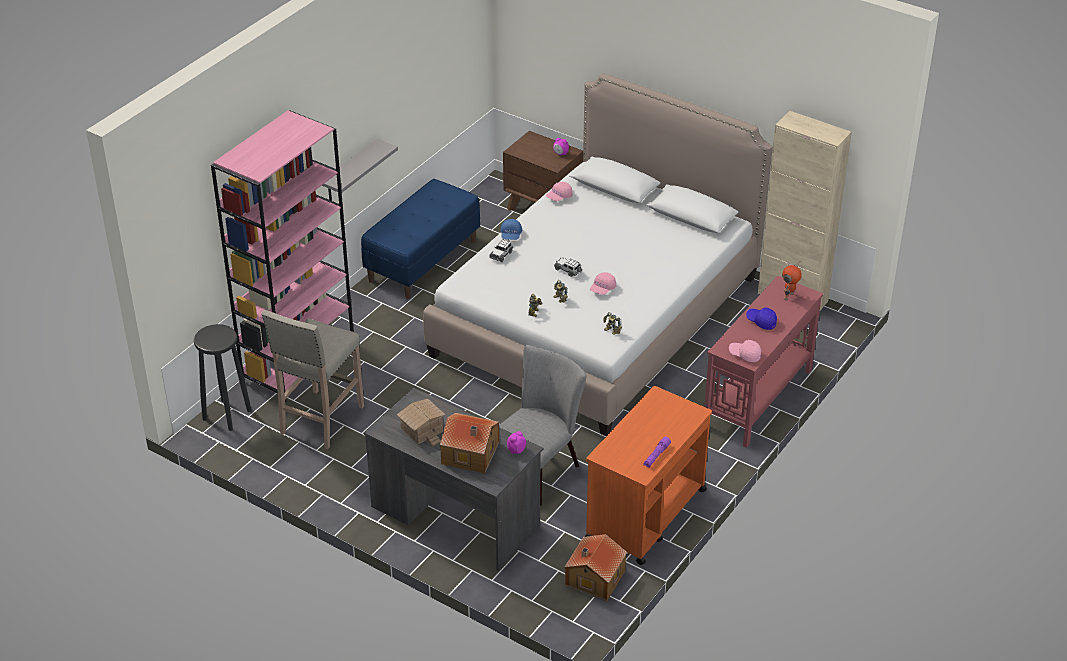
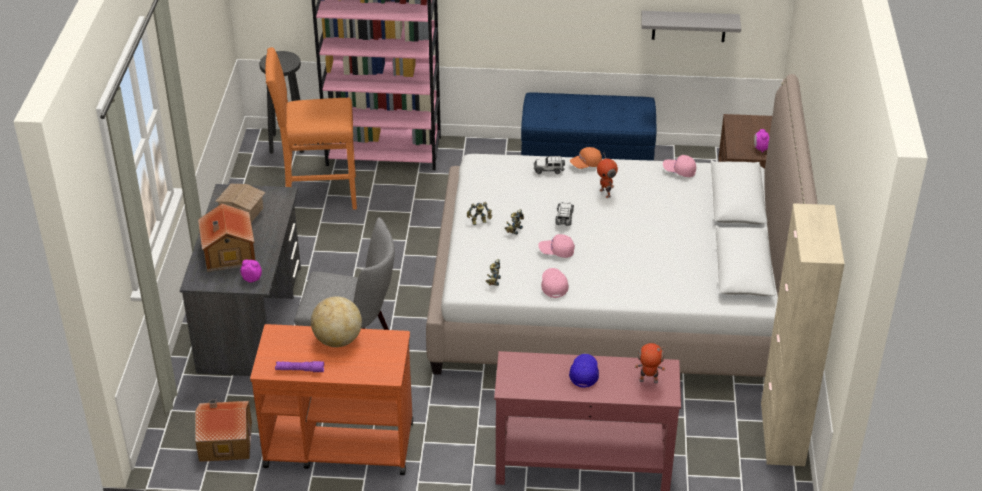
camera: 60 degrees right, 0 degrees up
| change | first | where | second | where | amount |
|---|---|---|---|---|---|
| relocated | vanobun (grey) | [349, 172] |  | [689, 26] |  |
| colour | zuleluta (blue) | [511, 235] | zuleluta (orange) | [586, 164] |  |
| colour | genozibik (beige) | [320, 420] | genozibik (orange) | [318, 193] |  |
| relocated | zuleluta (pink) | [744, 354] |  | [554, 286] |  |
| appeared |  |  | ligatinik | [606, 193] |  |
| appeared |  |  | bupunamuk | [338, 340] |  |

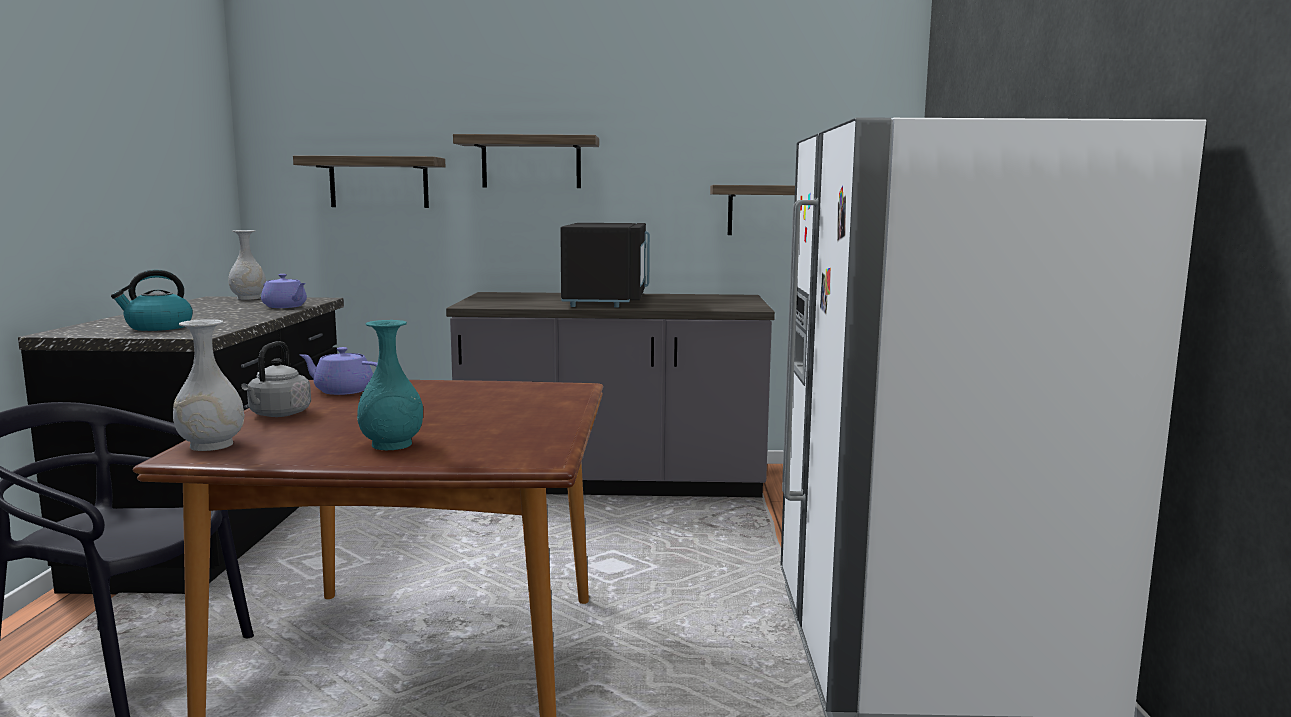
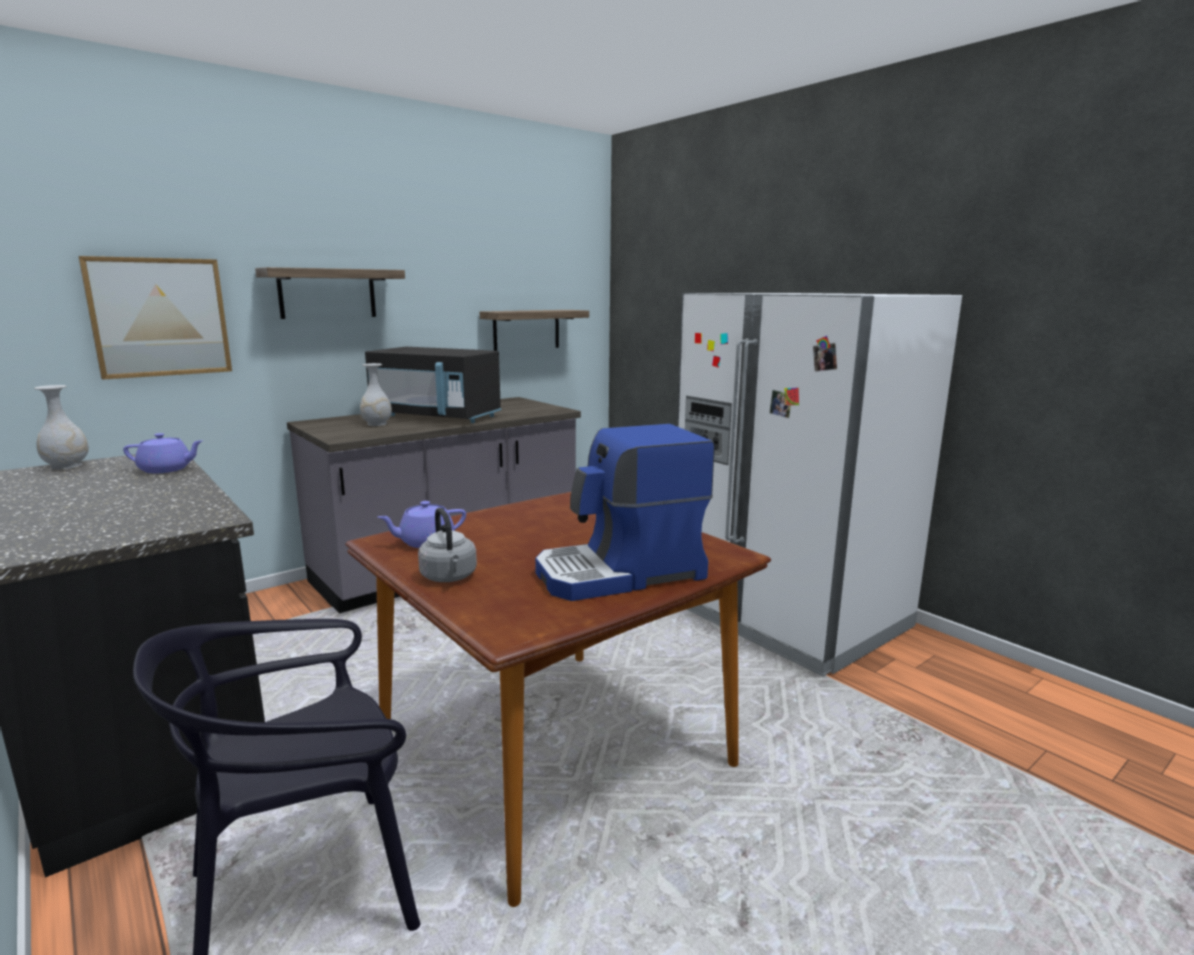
camera: 40 degrees left, 5 degrees up
| change | first | where | second | where | amount |
|---|---|---|---|---|---|
| exchanged | vanobun | [379, 182] | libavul | [159, 317] |  |
| spun | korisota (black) | [606, 300] |  | [436, 416] | 150 degrees clockwise |
| missing | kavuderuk | [158, 327] |  |  |  |
| relocated | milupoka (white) | [211, 445] |  | [376, 424] |  |
| exchanged | milupoka (turquoise) | [392, 445] | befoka | [621, 573] |  |

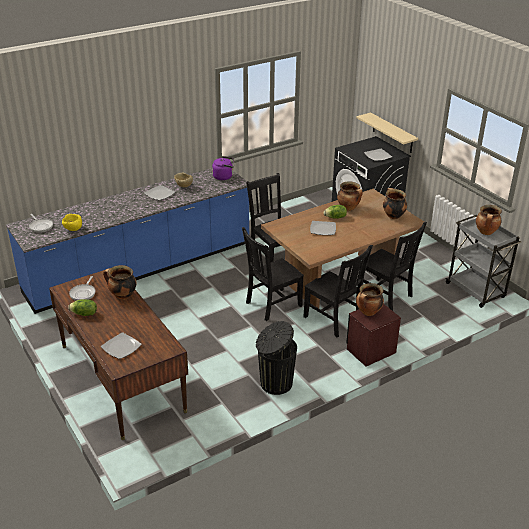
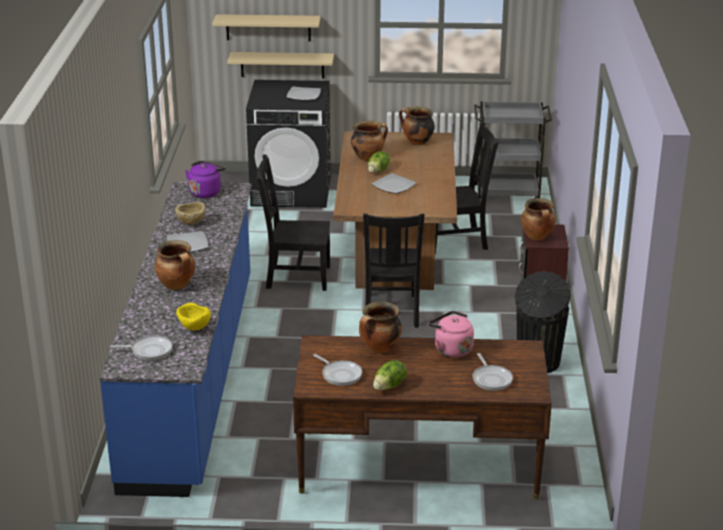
camera: 55 degrees left, 5 degrees down
| change | first | where | second | where | amount |
|---|---|---|---|---|---|
| relocated | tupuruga | [486, 232] |  | [177, 285] |  |
| missing | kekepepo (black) | [333, 320] |  |  |  |
| exchanged | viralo | [121, 347] | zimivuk | [491, 379] |  |
| appeared |  |  | vanobun (beige) | [268, 27] |  |
| appeared |  |  | kavuderuk (pink) | [451, 349] |  |

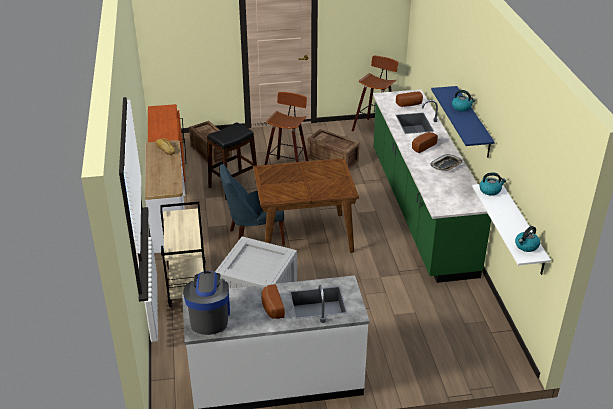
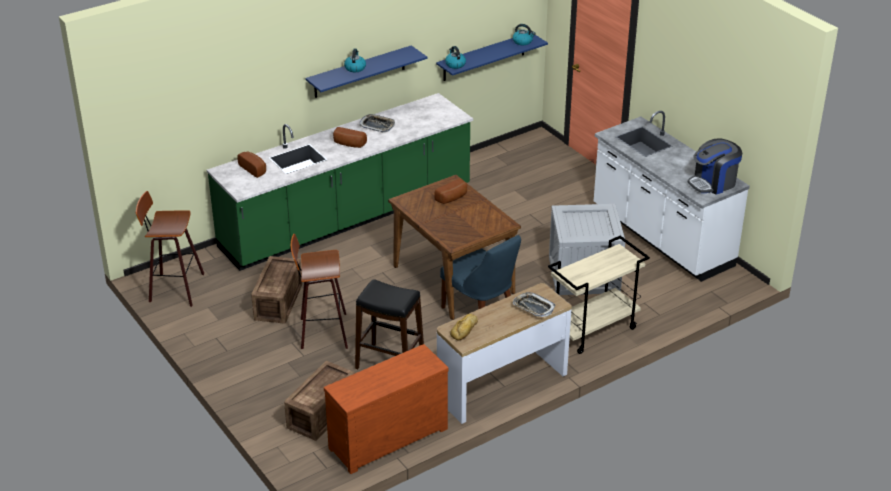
camera: 115 degrees left, 0 degrees up
| change | first | where | second | where | amount |
|---|---|---|---|---|---|
| colour | vanobun (white) | [522, 229] | vanobun (blue) | [484, 57] |  |
| relocated | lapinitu | [271, 308] |  | [452, 198] |  |
| appeared |  |  | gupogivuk | [533, 307] |  |

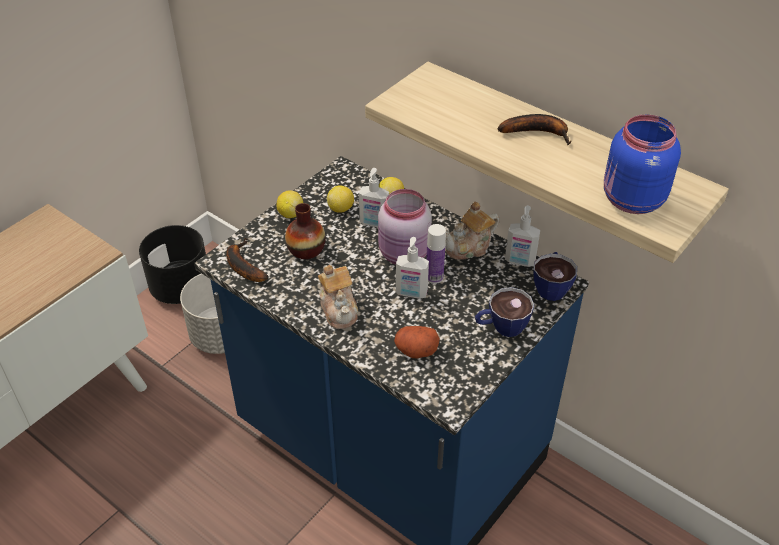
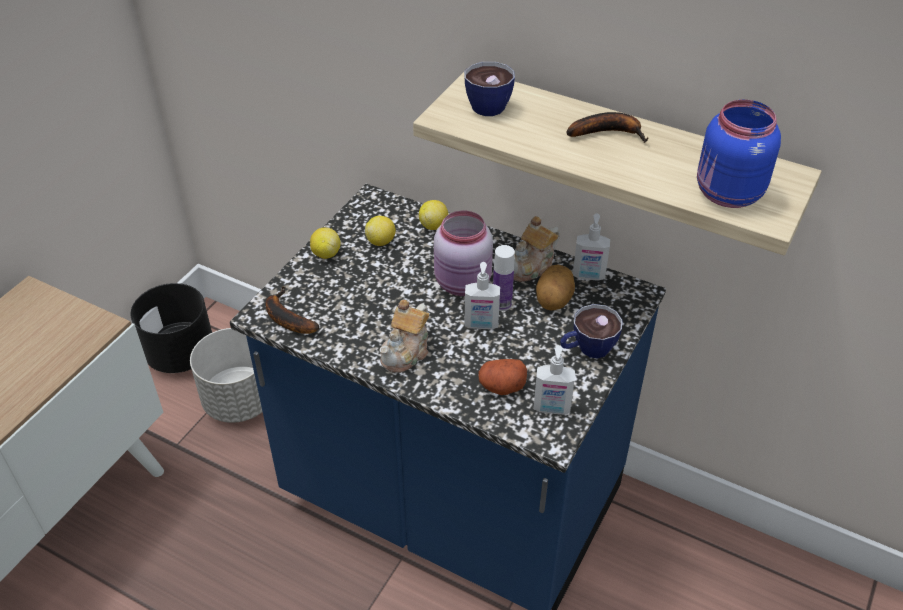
camera: 10 degrees left, 0 degrees up
| change | first | where | second | where | amount |
|---|---|---|---|---|---|
| relocated | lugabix | [374, 223] |  | [551, 408] |  |
| missing | milupoka | [306, 249] |  |  |  |
| relocated | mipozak | [551, 286] |  | [488, 103] |  |
| spun | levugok | [339, 309] |  | [406, 352] | 60 degrees clockwise |
| appeared |  |  | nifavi | [554, 300] |  |

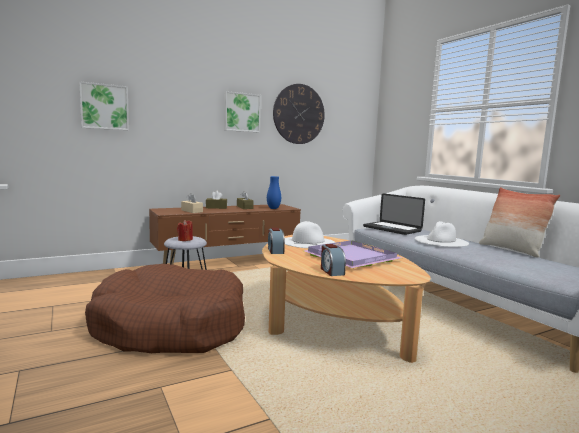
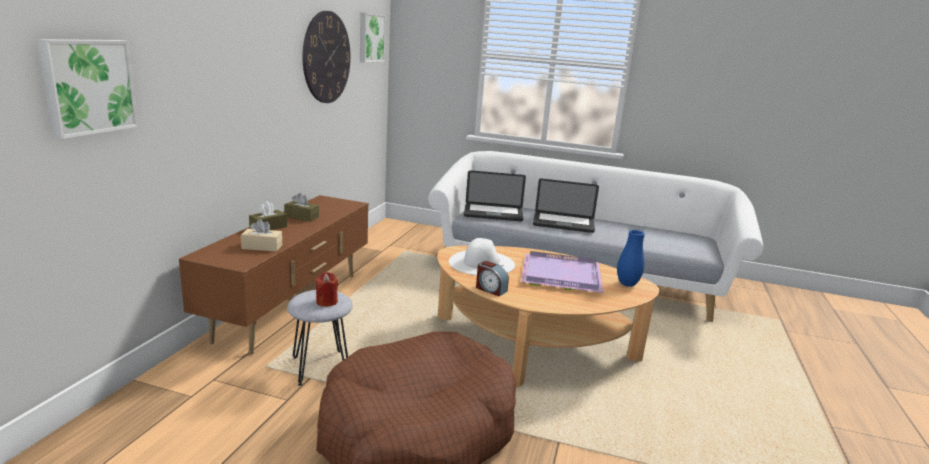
camera: 45 degrees left, 10 degrees up
| change | first | where | second | where | amount |
|---|---|---|---|---|---|
| relocated | libavul | [241, 112] |  | [370, 37] |  |
| relocated | milupoka (blue) | [273, 208] |  | [627, 284] |  |
| missing | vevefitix | [511, 250] |  |  |  |
| exchanged | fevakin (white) | [441, 241] | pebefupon | [563, 224] |  |
| missing | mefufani | [331, 271] |  |  |  |

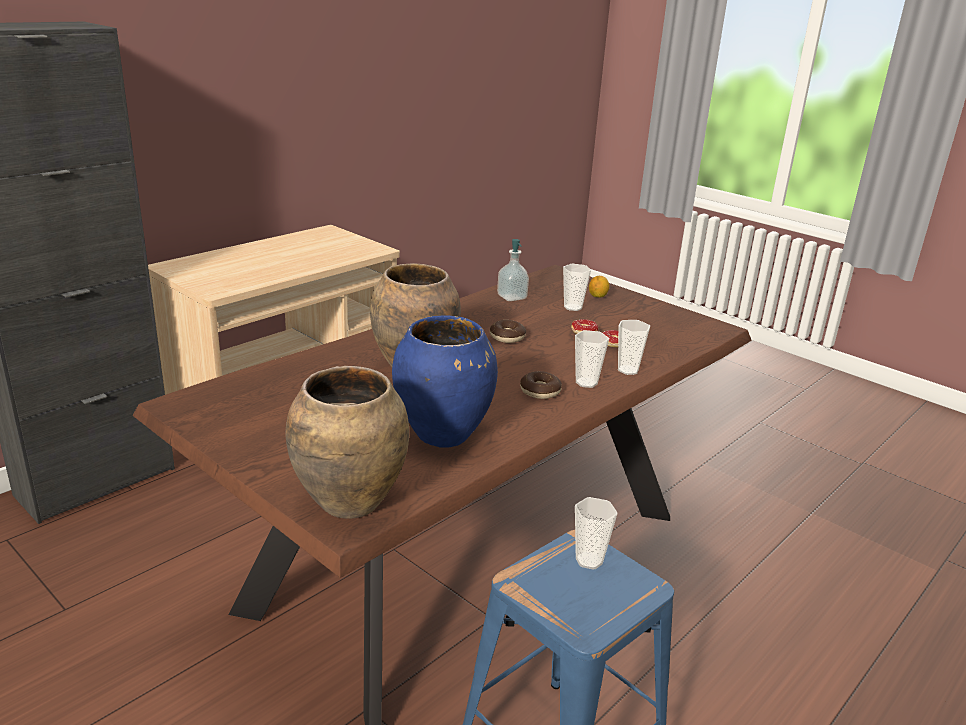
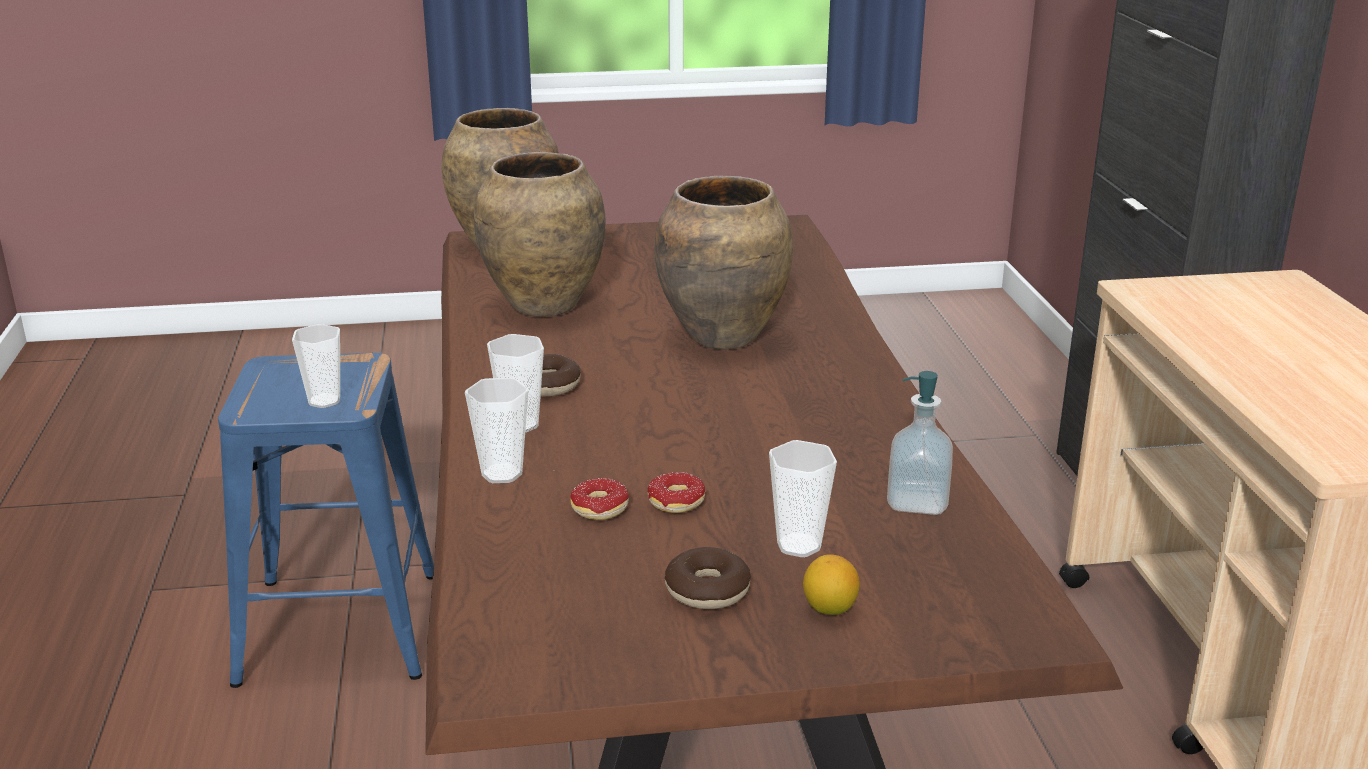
camera: 130 degrees right, 0 degrees up
| change | first | where | second | where | amount |
|---|---|---|---|---|---|
| colour | milupoka (blue) | [444, 435] | milupoka (brown) | [543, 306] |  |
| relocated | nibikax | [507, 337] |  | [707, 590] |  |

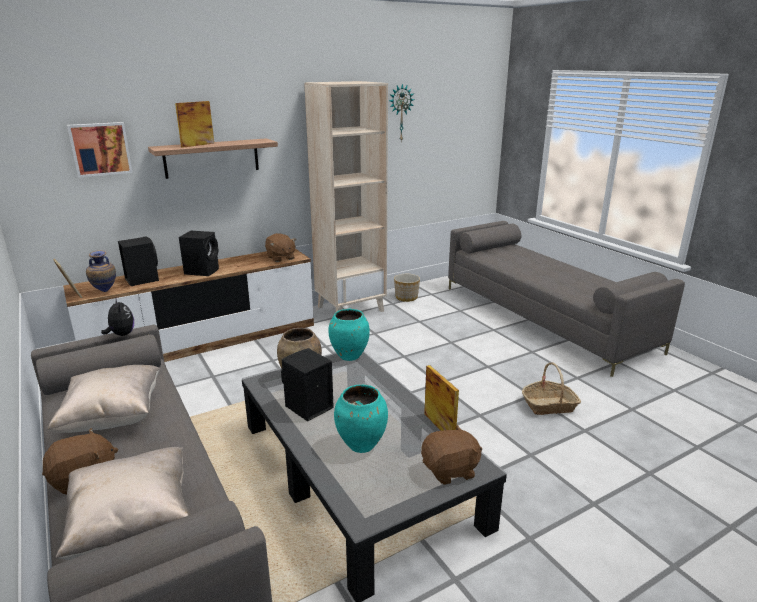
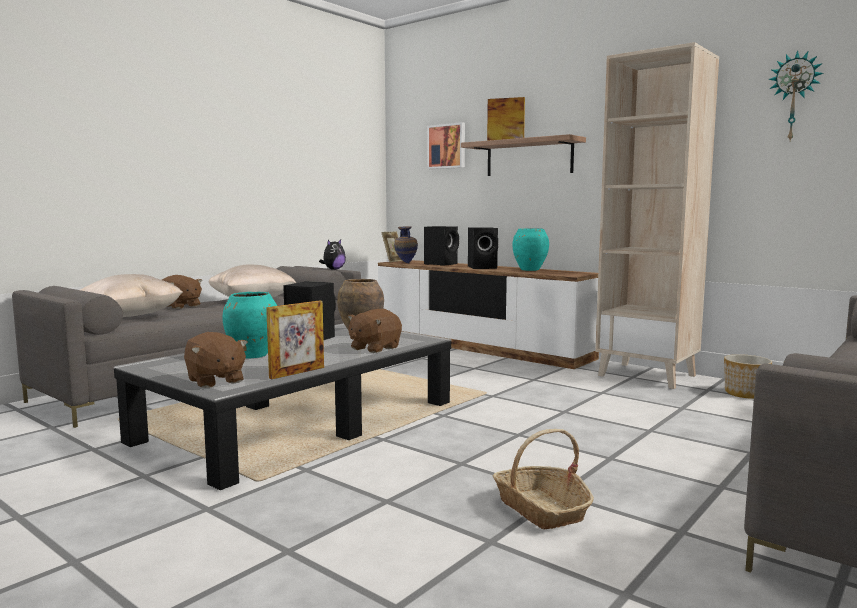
camera: 70 degrees right, 15 degrees down
| change | first | where | second | where | amount |
|---|---|---|---|---|---|
| relocated | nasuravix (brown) | [280, 258] |  | [374, 348] |  |
| relocated | milupoka (turquoise) | [349, 356] |  | [529, 270] |  |

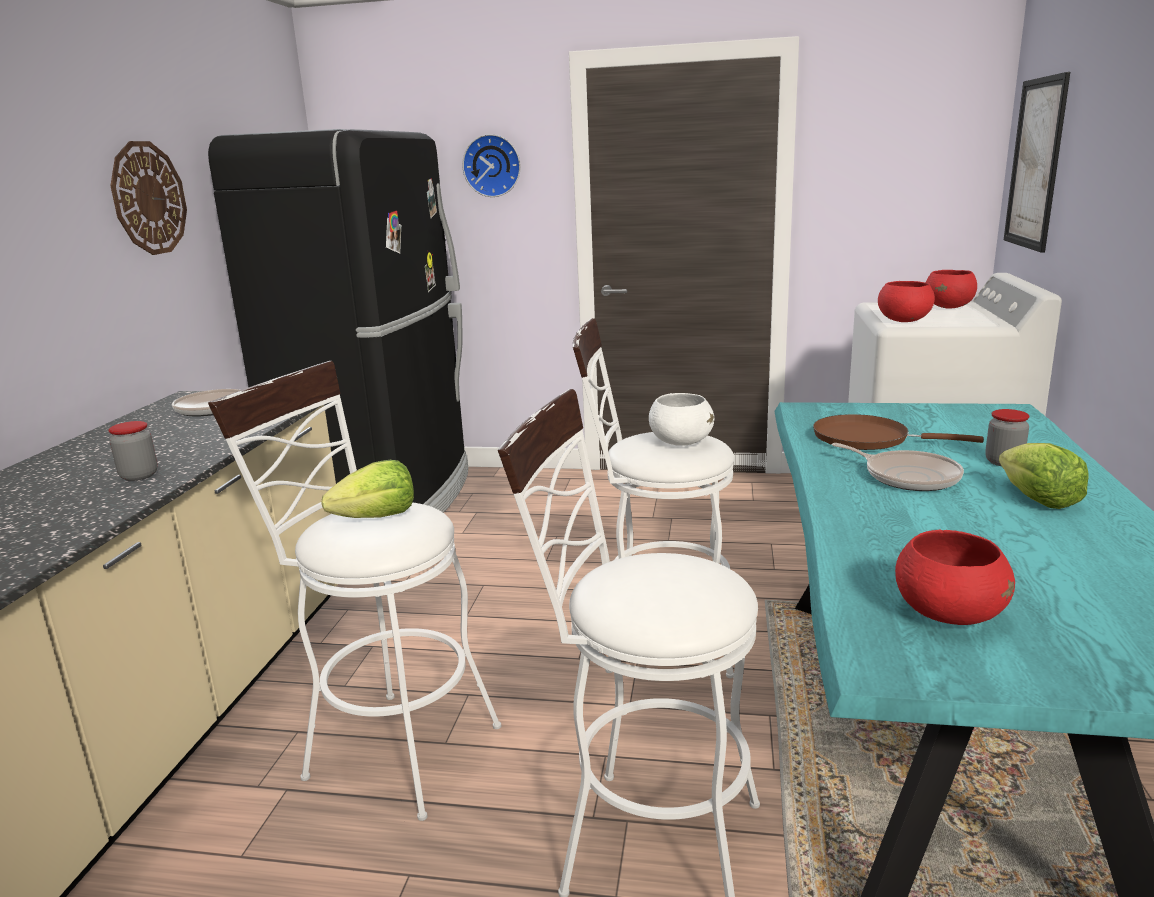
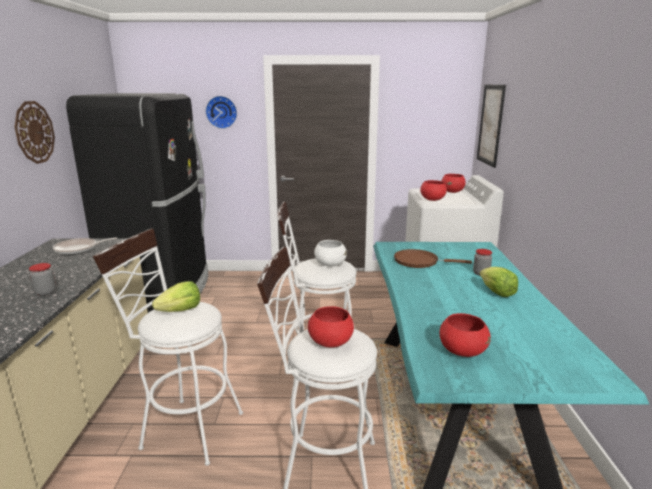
camera: 10 degrees left, 0 degrees up
| change | first | where | second | where | amount |
|---|---|---|---|---|---|
| missing | zimivuk | [907, 476] |  |  |  |
| appeared |  |  | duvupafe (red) | [330, 343] |  |

